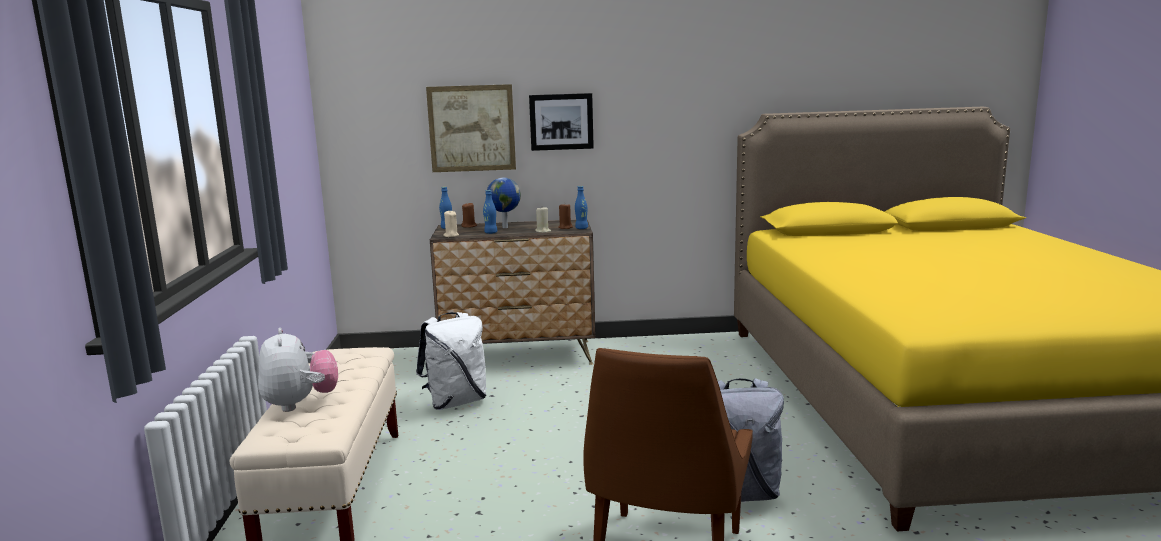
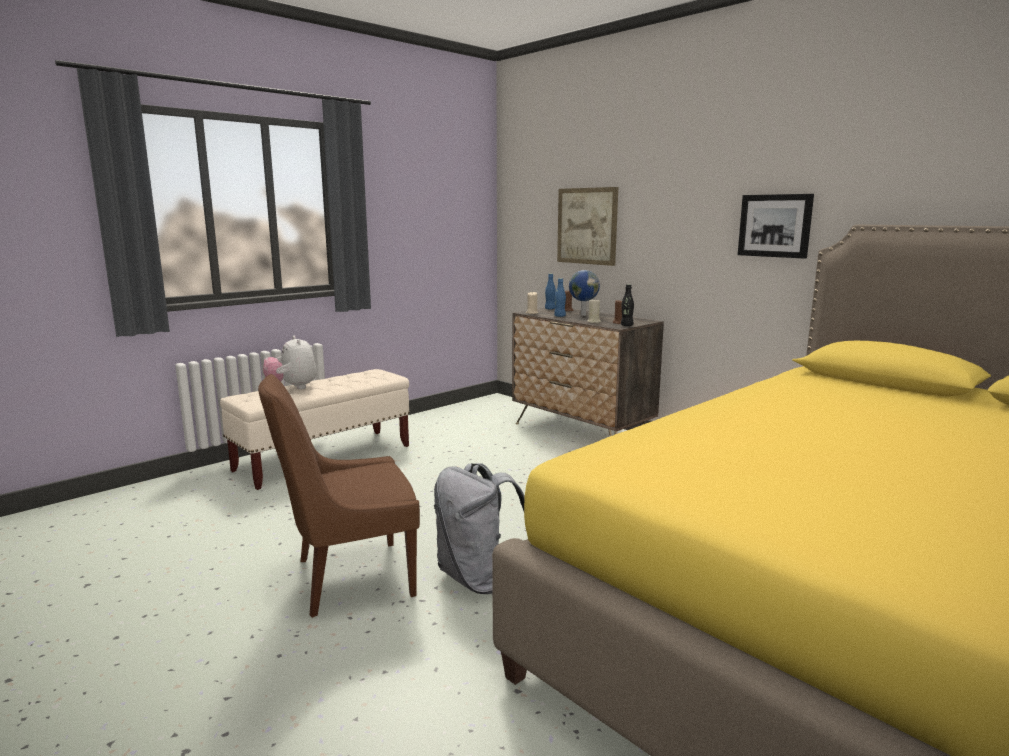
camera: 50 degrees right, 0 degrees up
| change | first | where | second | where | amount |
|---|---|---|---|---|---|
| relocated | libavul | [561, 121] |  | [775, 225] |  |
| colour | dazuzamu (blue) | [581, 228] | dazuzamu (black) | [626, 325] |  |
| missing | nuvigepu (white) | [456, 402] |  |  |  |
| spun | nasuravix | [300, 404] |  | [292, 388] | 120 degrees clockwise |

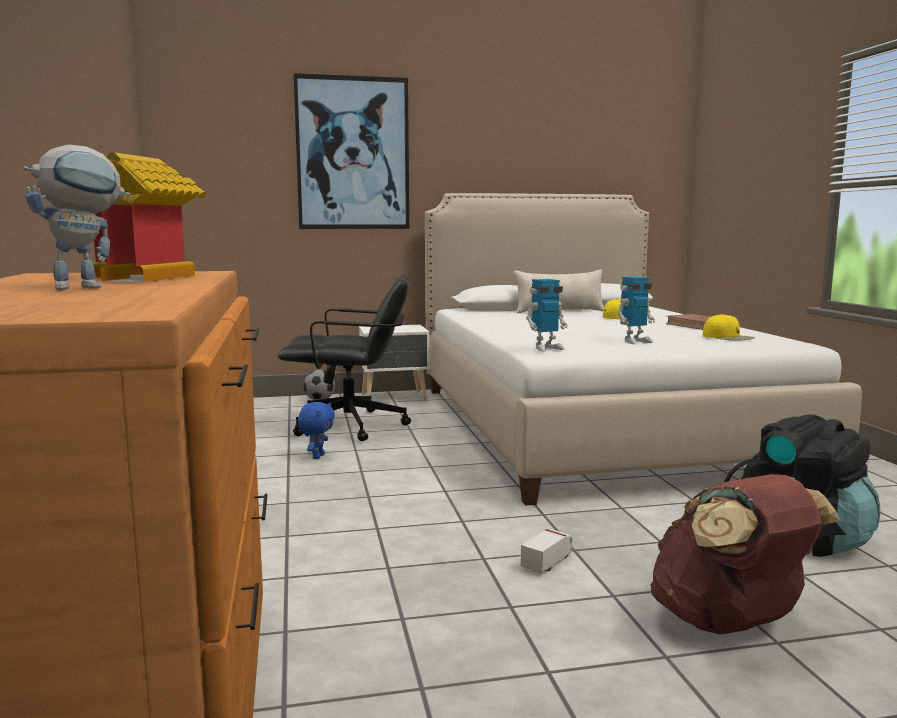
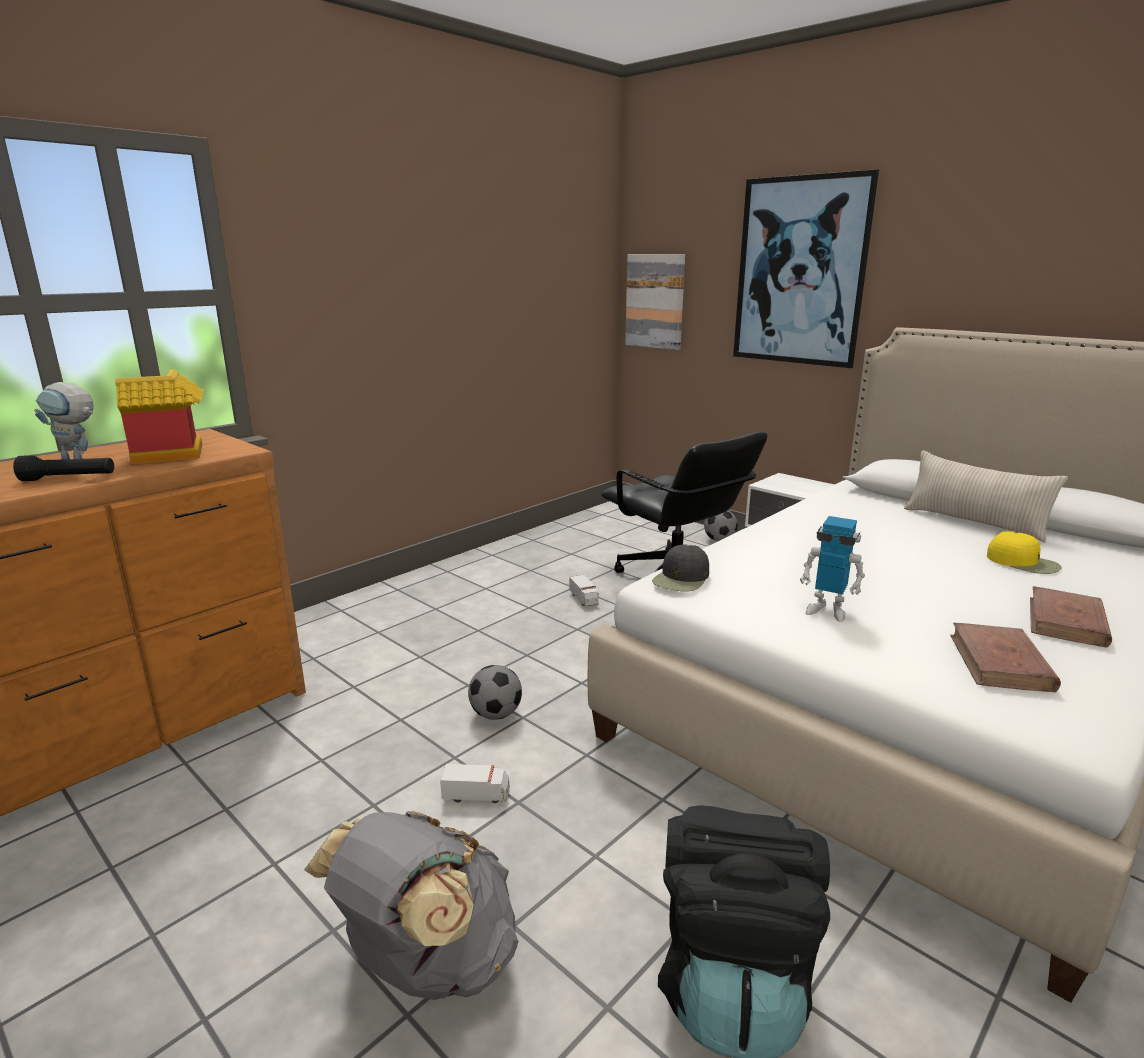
camera: 55 degrees right, 10 degrees up
| change | first | where | second | where | amount |
|---|---|---|---|---|---|
| exchanged | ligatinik | [546, 348] | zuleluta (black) | [681, 578] |  |
| exchanged | zuleluta (yellow) | [728, 337] | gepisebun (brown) | [1000, 663] |  |
| exchanged | nasuravix (blue) | [317, 456] | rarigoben | [584, 599] |  |
| colour | nuvigepu (brown) | [729, 623] | nuvigepu (grey) | [428, 963] |  |
| appeared |  |  | libavul | [655, 301] |  |
| appeared |  |  | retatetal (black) | [69, 479] |  |
| appeared |  |  | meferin | [496, 714] |  |

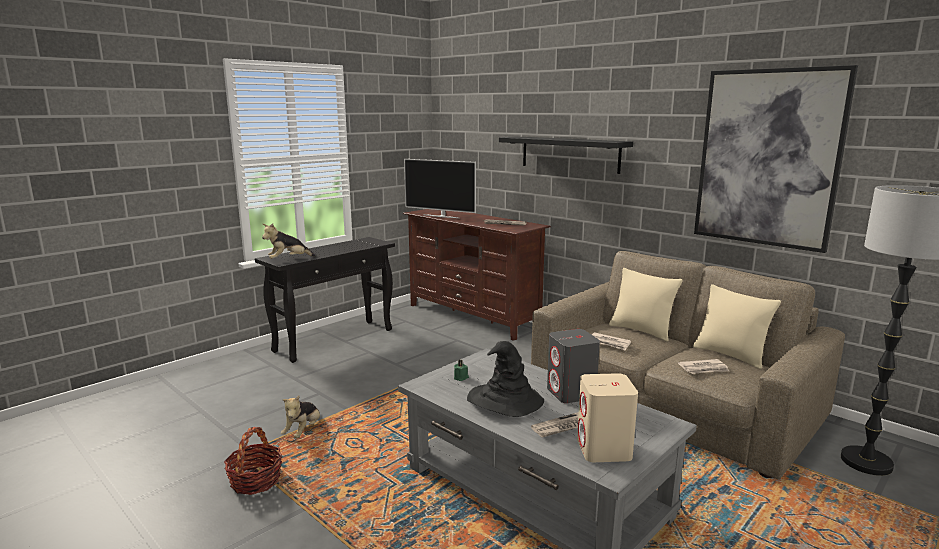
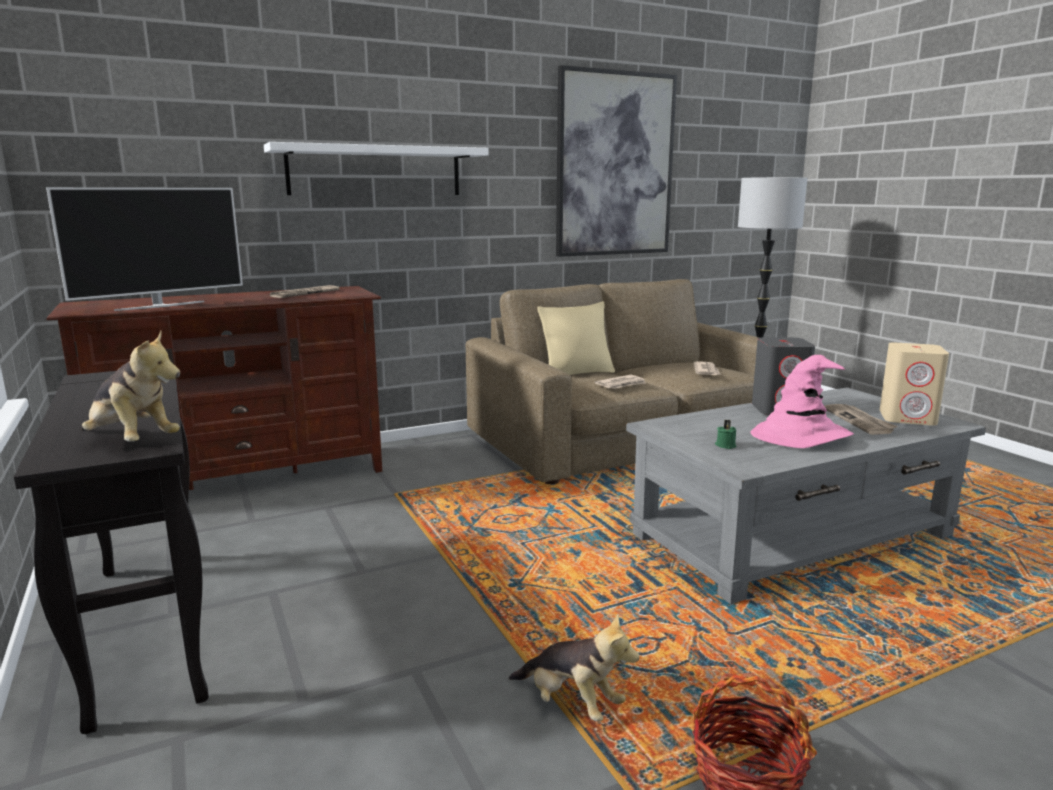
camera: 70 degrees left, 0 degrees up
| change | first | where | second | where | amount |
|---|---|---|---|---|---|
| colour | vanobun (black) | [569, 154] | vanobun (white) | [375, 171] |  |
| spun | nasuravix | [288, 260] |  | [131, 442] | 45 degrees counterclockwise |
| missing | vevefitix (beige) | [730, 355] |  |  |  |
| colour | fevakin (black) | [504, 401] | fevakin (pink) | [800, 436] |  |

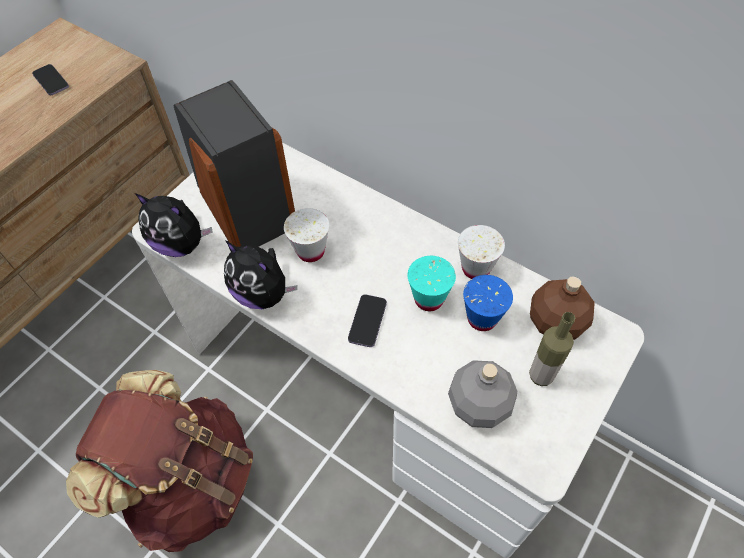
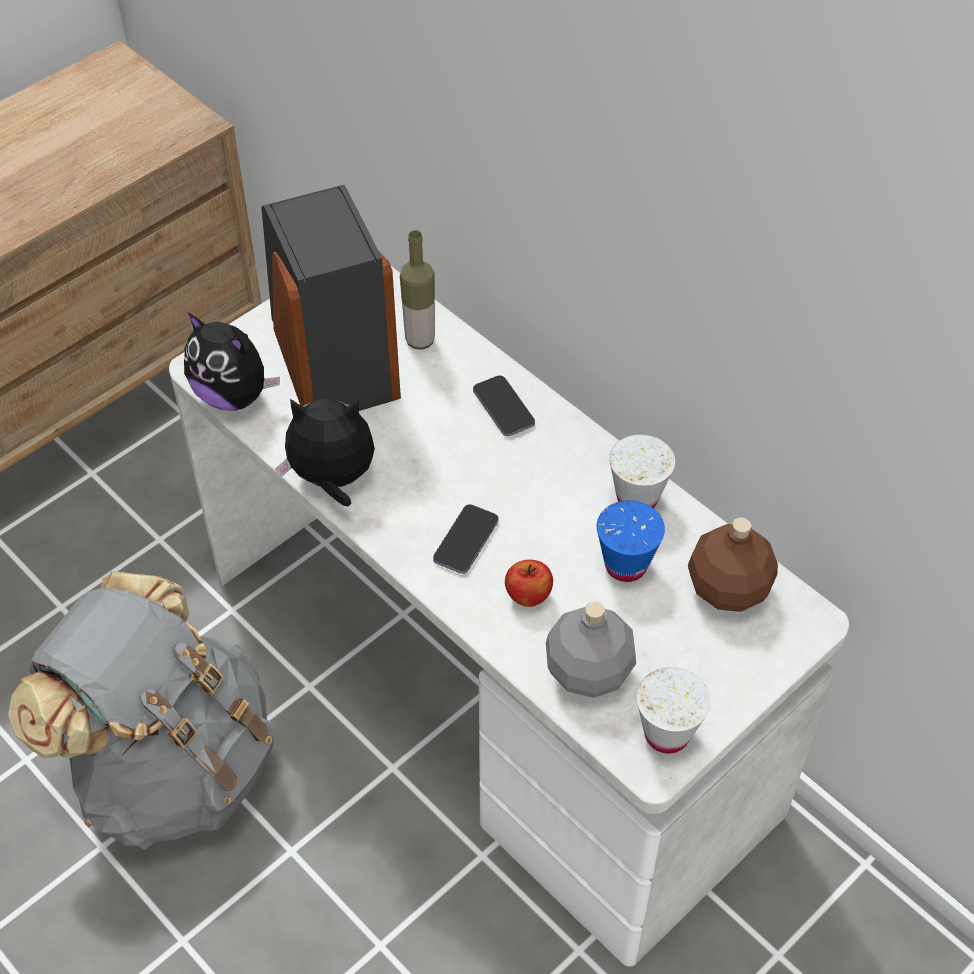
camera: 10 degrees right, 5 degrees down
| change | first | where | second | where | amount |
|---|---|---|---|---|---|
| relocated | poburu | [51, 81] |  | [503, 408] |  |
| relocated | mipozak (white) | [310, 251] |  | [667, 734] |  |
| spun | nasuravix | [263, 294] |  | [332, 480] | 135 degrees clockwise |
| missing | mipozak (turquoise) | [429, 299] |  |  |  |
| relocated | dazuzamu | [541, 375] |  | [420, 340] |  |
| colour | nuvigepu (brown) | [190, 481] | nuvigepu (grey) | [172, 765] |  |
| appeared |  |  | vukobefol | [528, 596] |  |

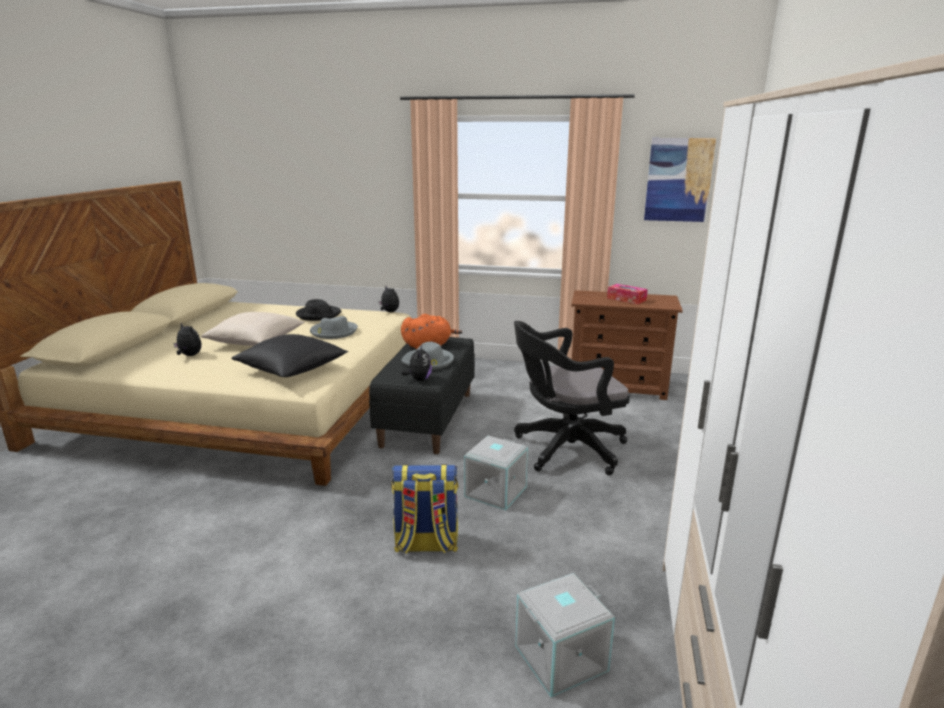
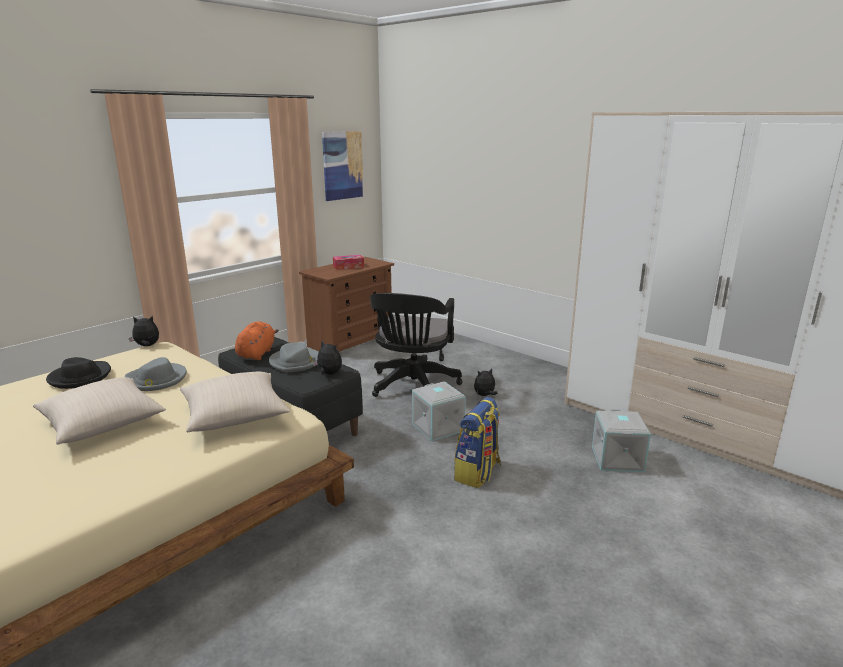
camera: 60 degrees left, 0 degrees up
| change | first | where | second | where | amount |
|---|---|---|---|---|---|
| relocated | nasuravix | [189, 355] |  | [484, 395] |  |
| colour | vevefitix (black) | [292, 369] | vevefitix (beige) | [234, 416] |  |

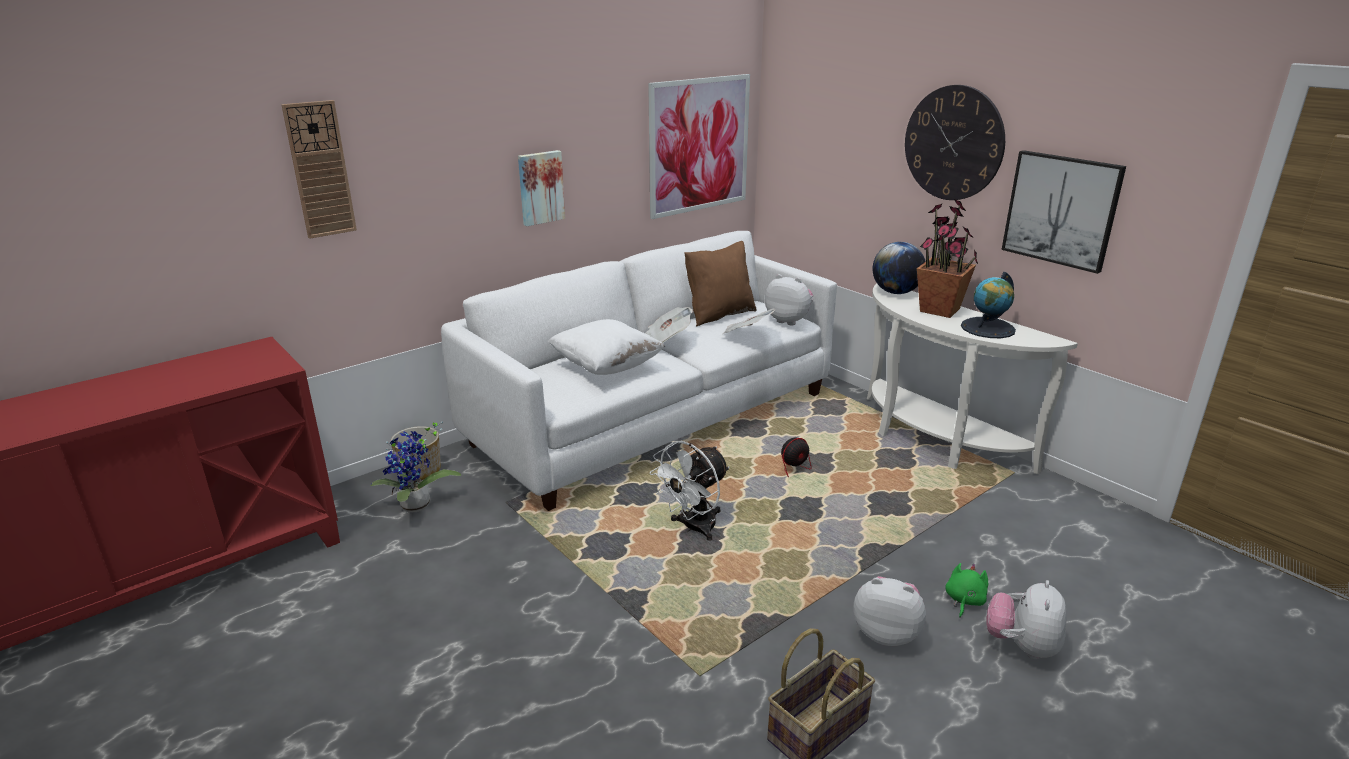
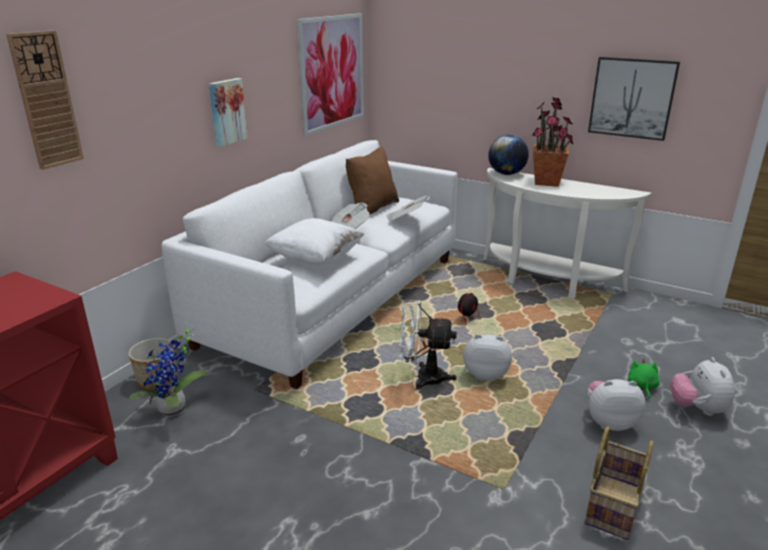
camera: 20 degrees left, 0 degrees up
| change | first | where | second | where | amount |
|---|---|---|---|---|---|
| missing | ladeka | [953, 143] |  |  |  |
| missing | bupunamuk | [988, 328] |  |  |  |
| relocated | nasuravix | [788, 320] |  | [485, 374] |  |
| spun | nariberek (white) | [693, 528] |  | [422, 377] | 75 degrees clockwise |

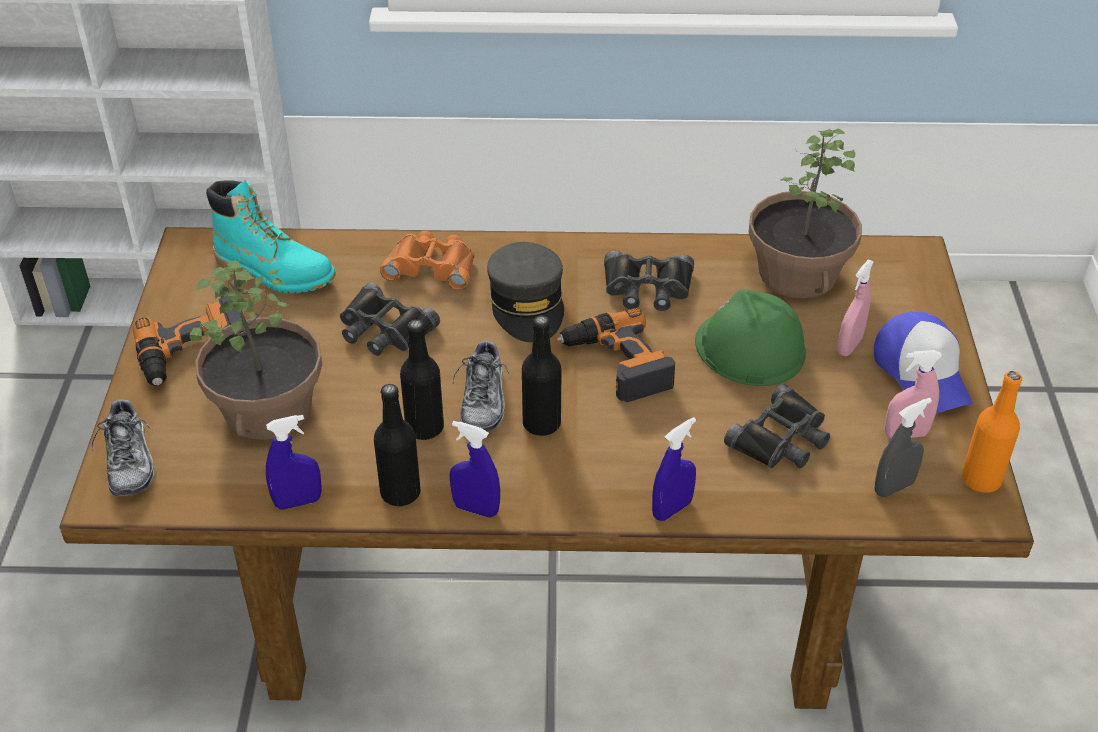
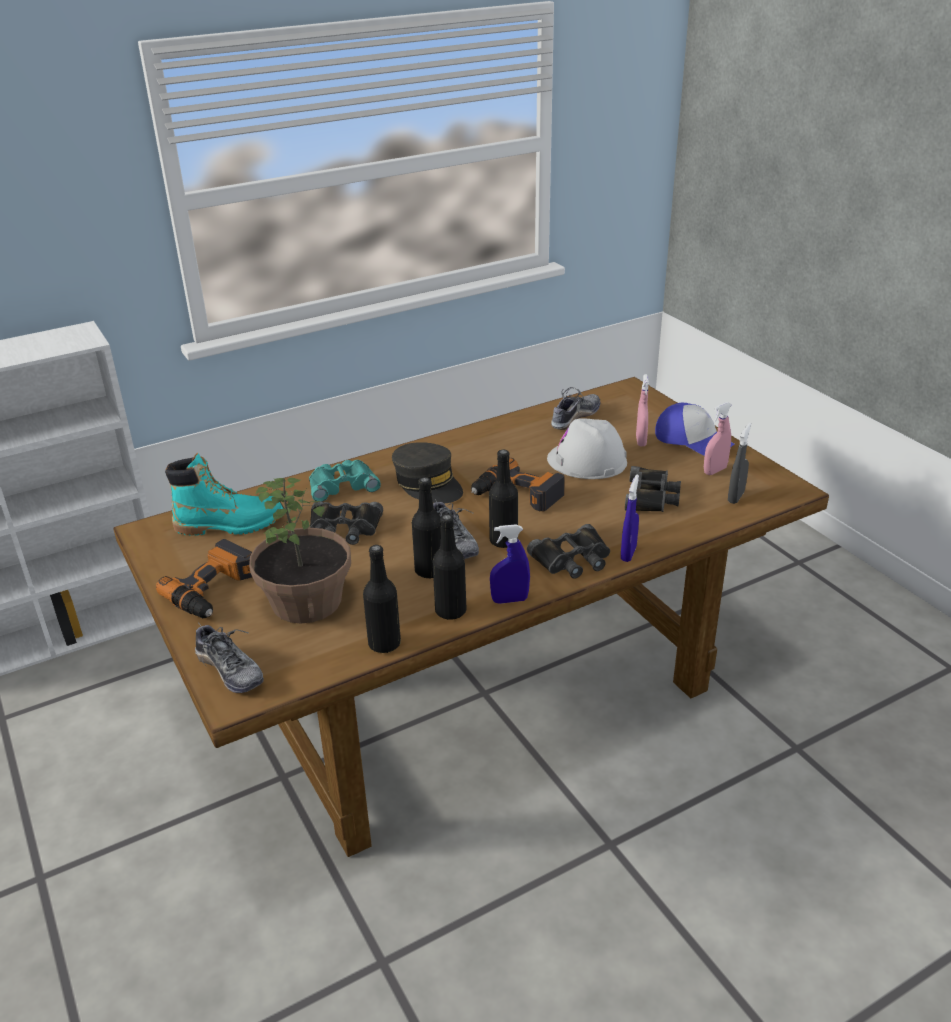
camera: 30 degrees left, 10 degrees down
| change | first | where | second | where | amount |
|---|---|---|---|---|---|
| exchanged | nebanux | [796, 273] | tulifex | [574, 417] |  |
| colour | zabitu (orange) | [432, 266] | zabitu (turquoise) | [342, 485] |  |
| relocated | zabitu (black) | [647, 288] |  | [572, 559] |  |
| colour | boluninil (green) | [749, 348] | boluninil (white) | [587, 460] |  |
| missing | dazuzamu (orange) | [981, 479] |  |  |  |
| exchanged | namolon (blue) | [298, 502] | dazuzamu (black) | [384, 644] |  |

